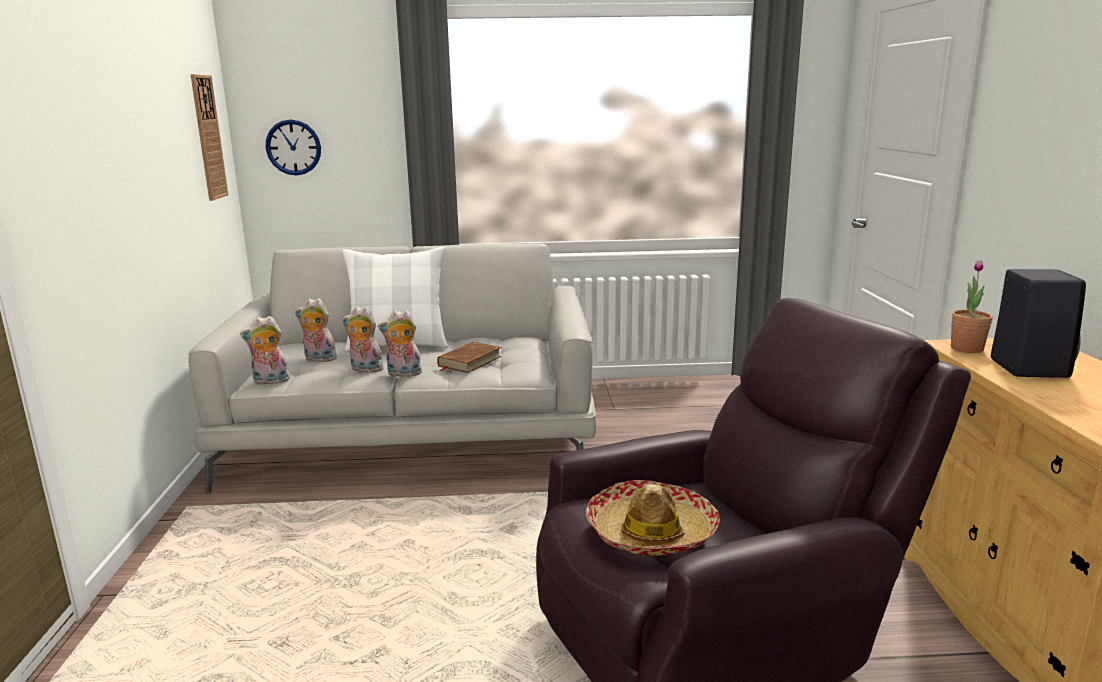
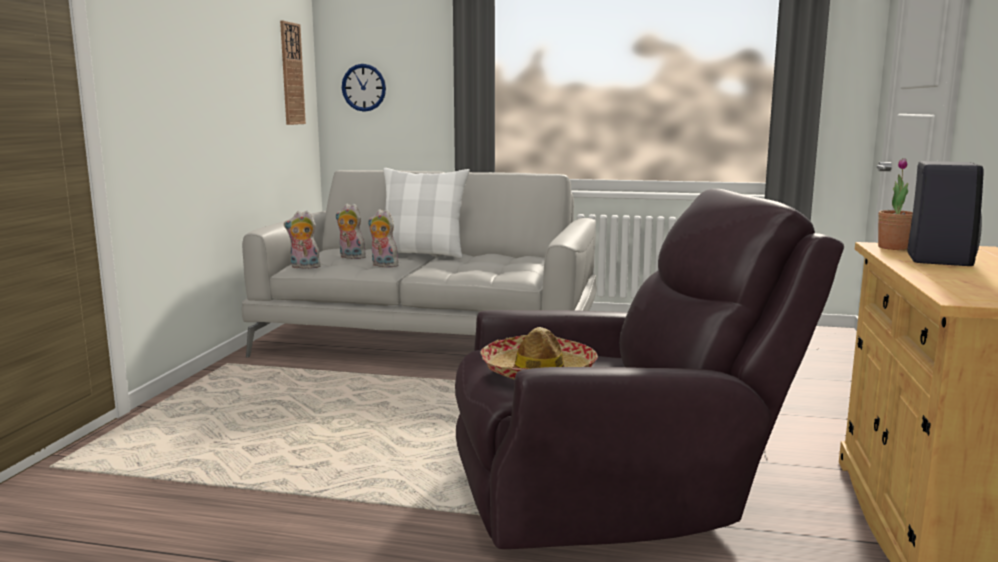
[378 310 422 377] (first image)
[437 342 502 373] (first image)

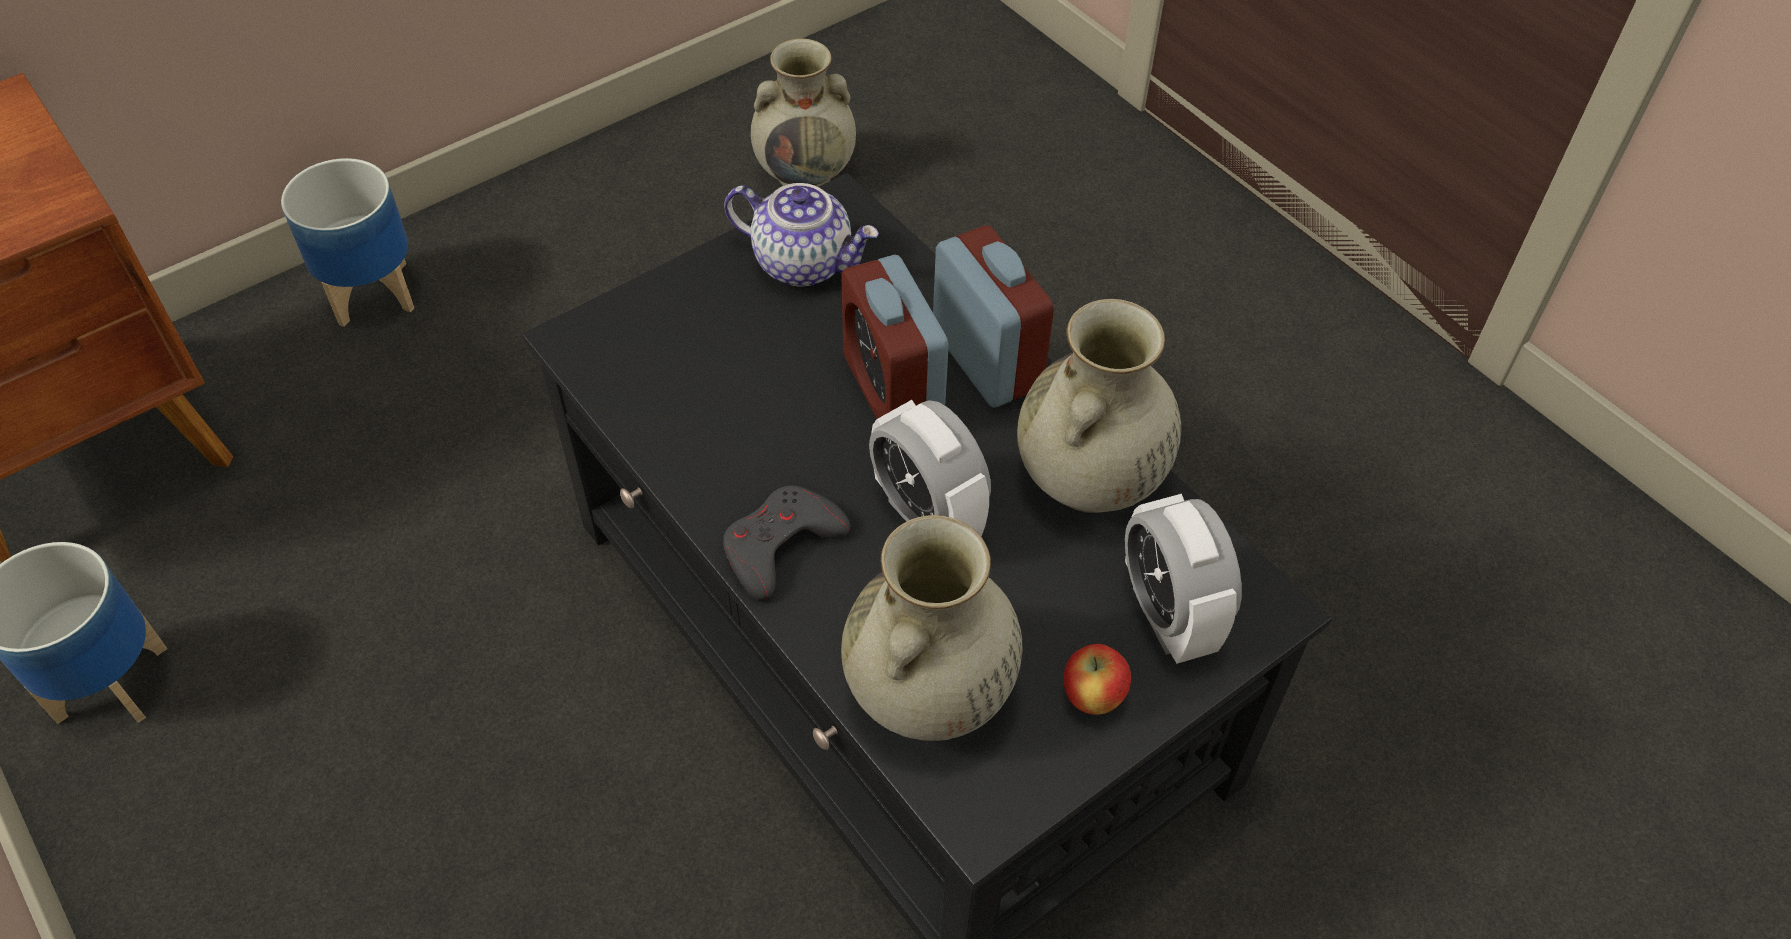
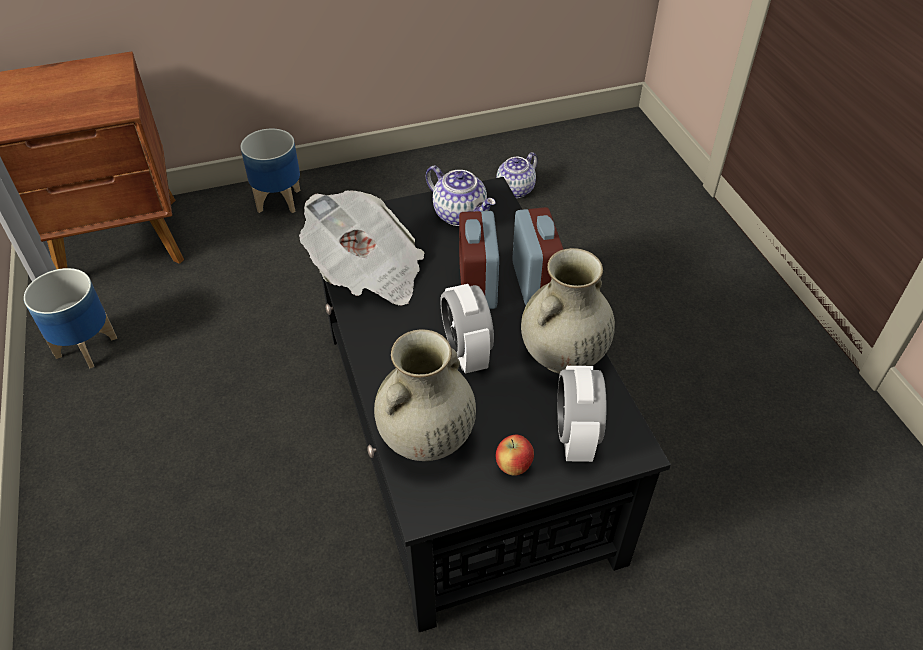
[496 152 538 198]
[723 485 850 600] (first image)
[299 190 424 306]

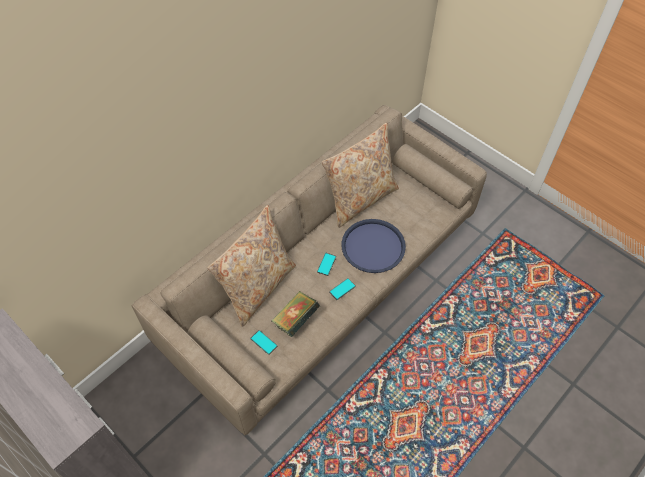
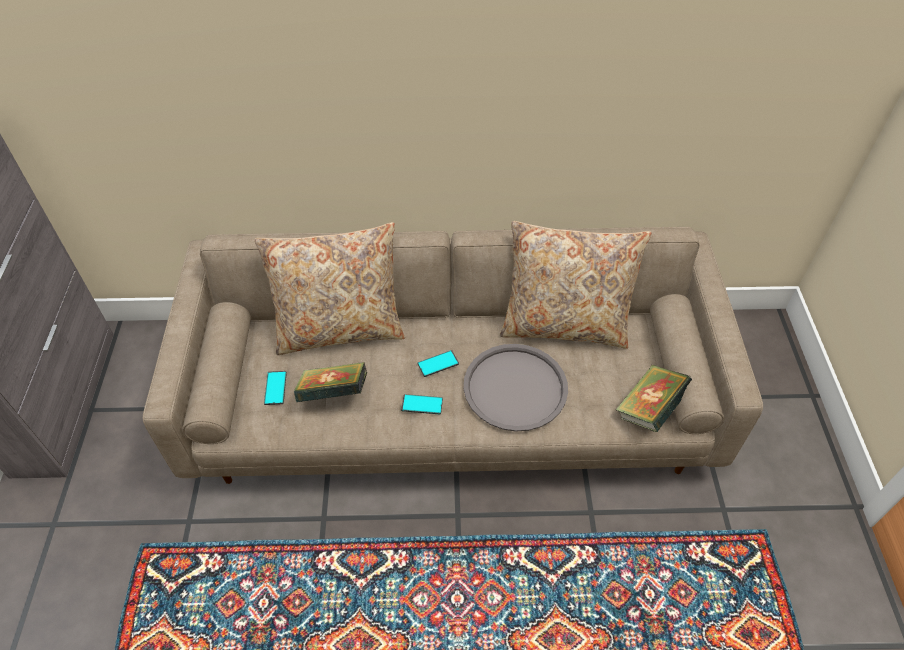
[464 344 568 432]
[616 365 692 432]

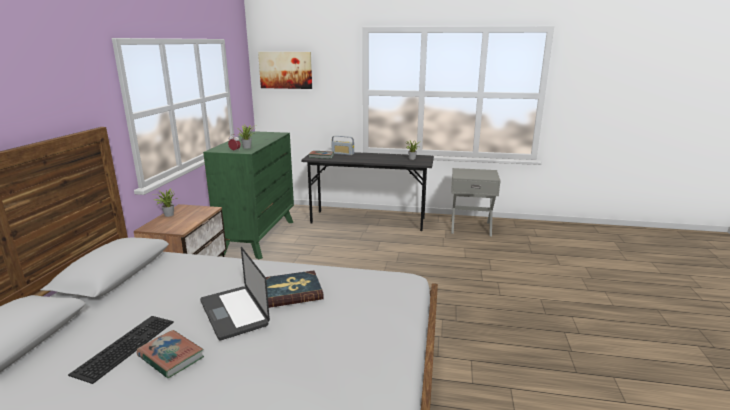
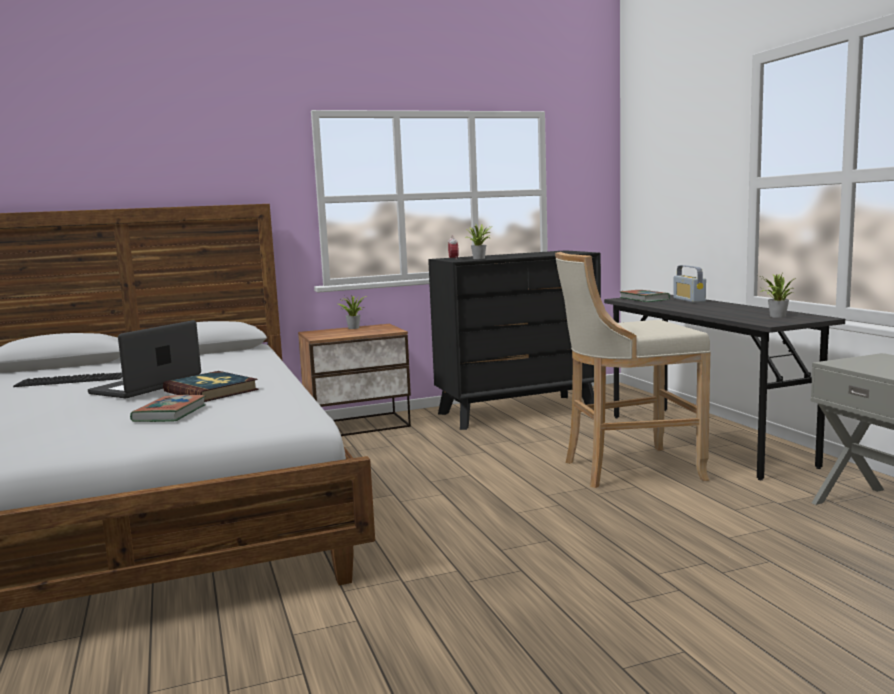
[258 52 312 89] (first image)
[428 250 601 430]
[130 395 206 422]
[555 252 711 488]

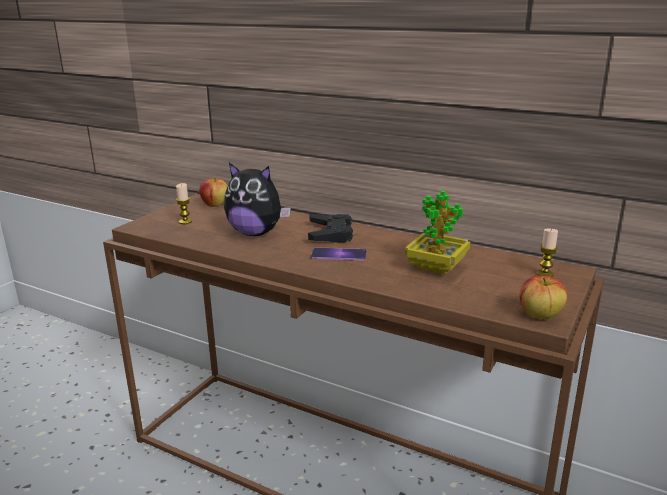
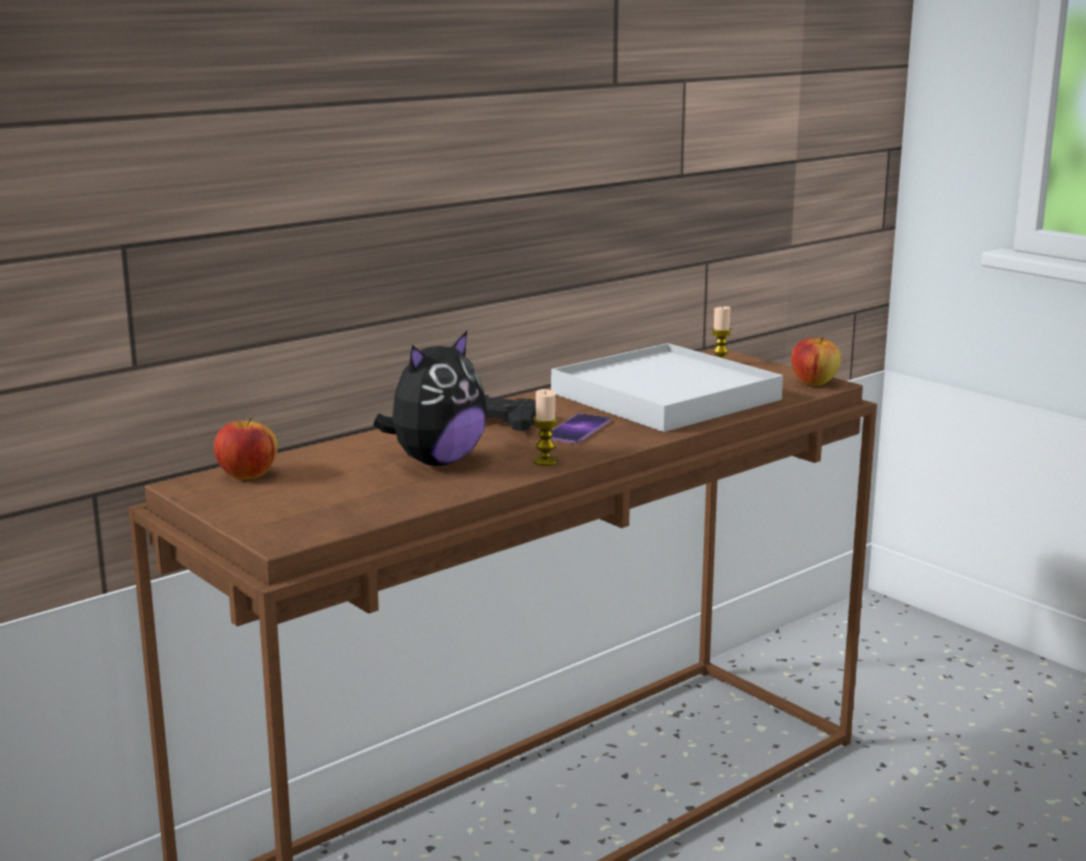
[533 389 558 466]
[551 343 783 432]

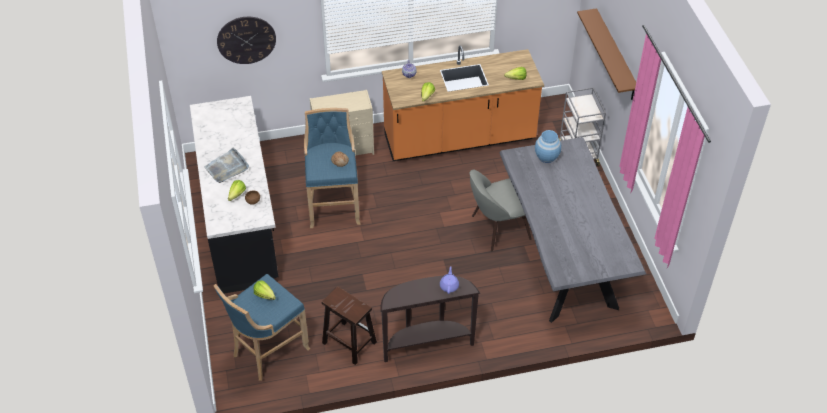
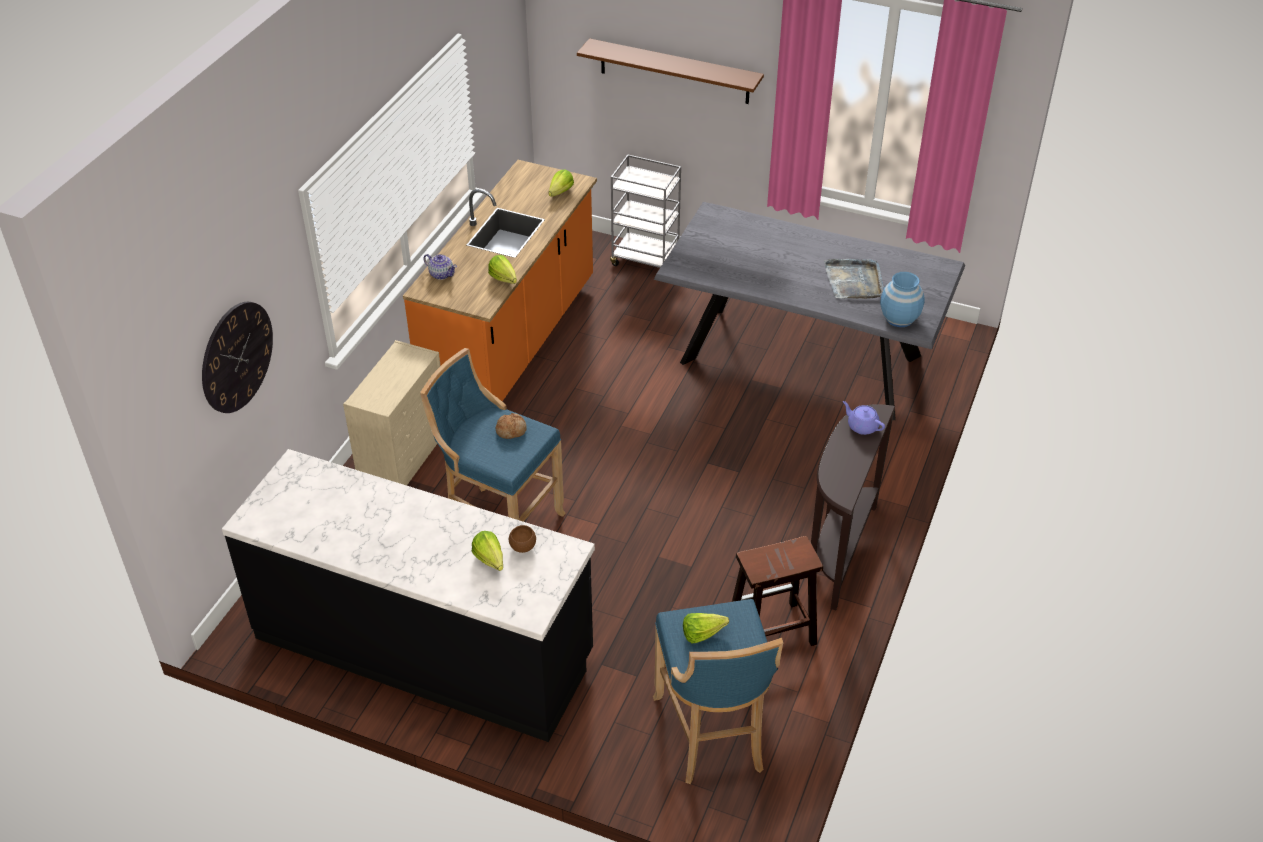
[880 272 925 327]
[824 259 884 299]
[470 170 531 251] (first image)

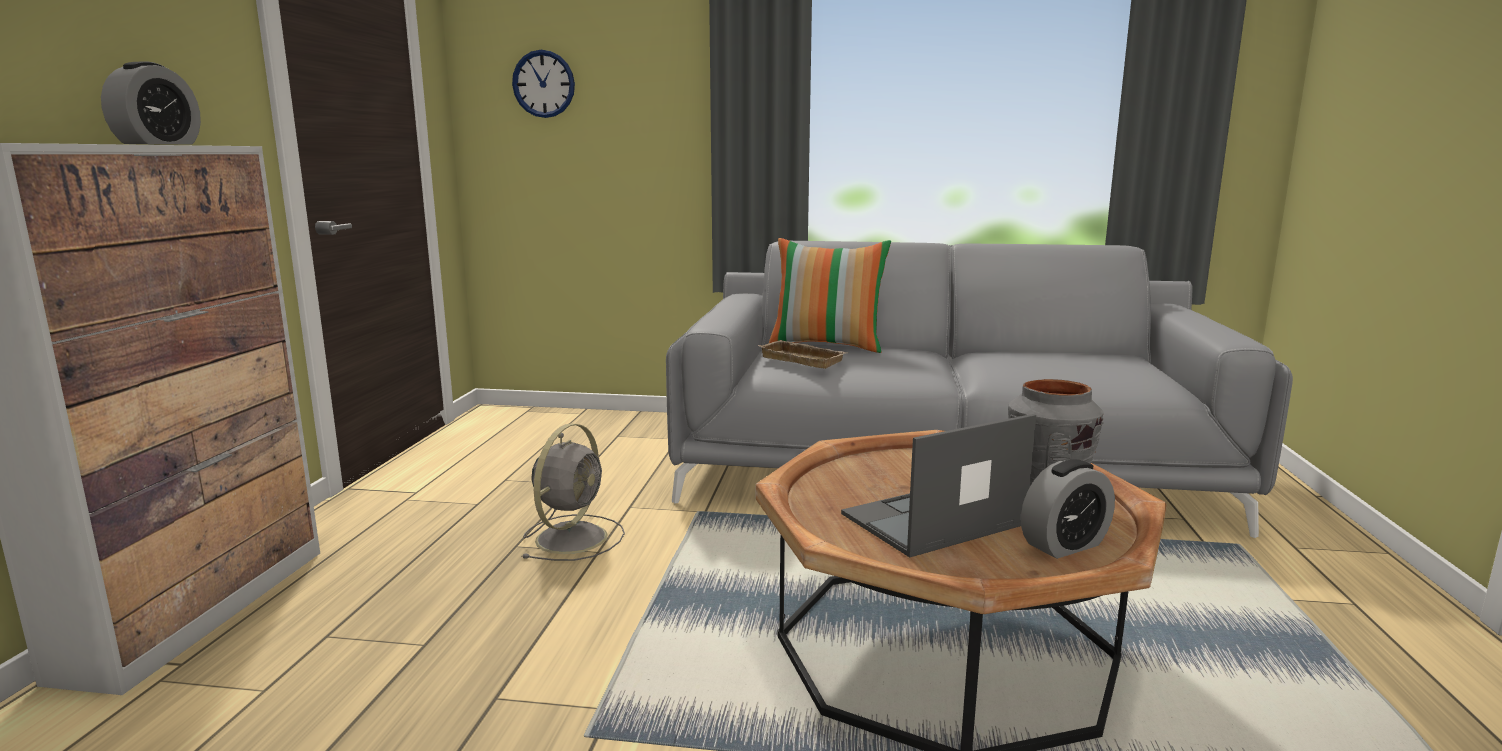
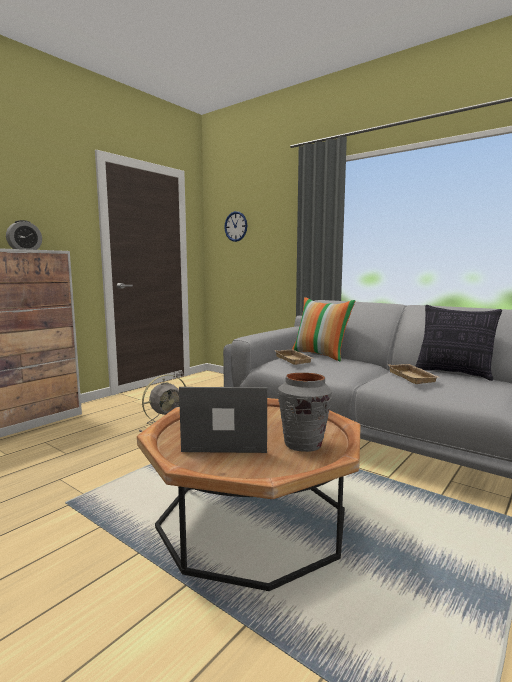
[1021 459 1115 559] (first image)
[415 305 502 381]
[387 364 441 384]

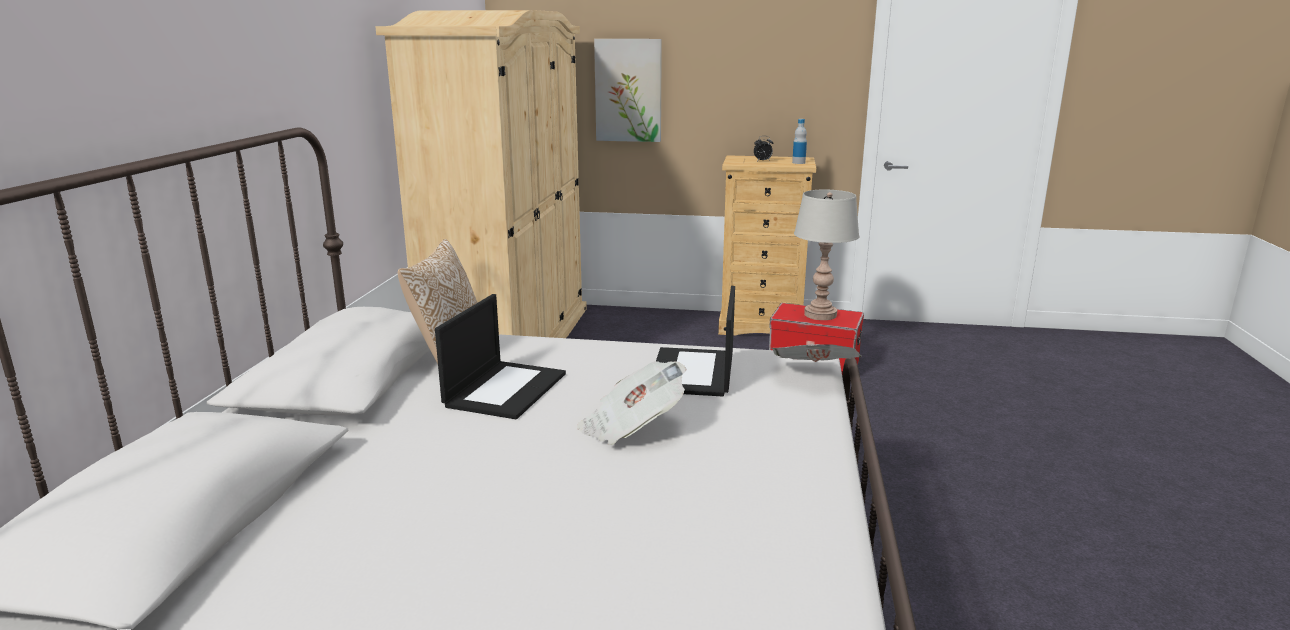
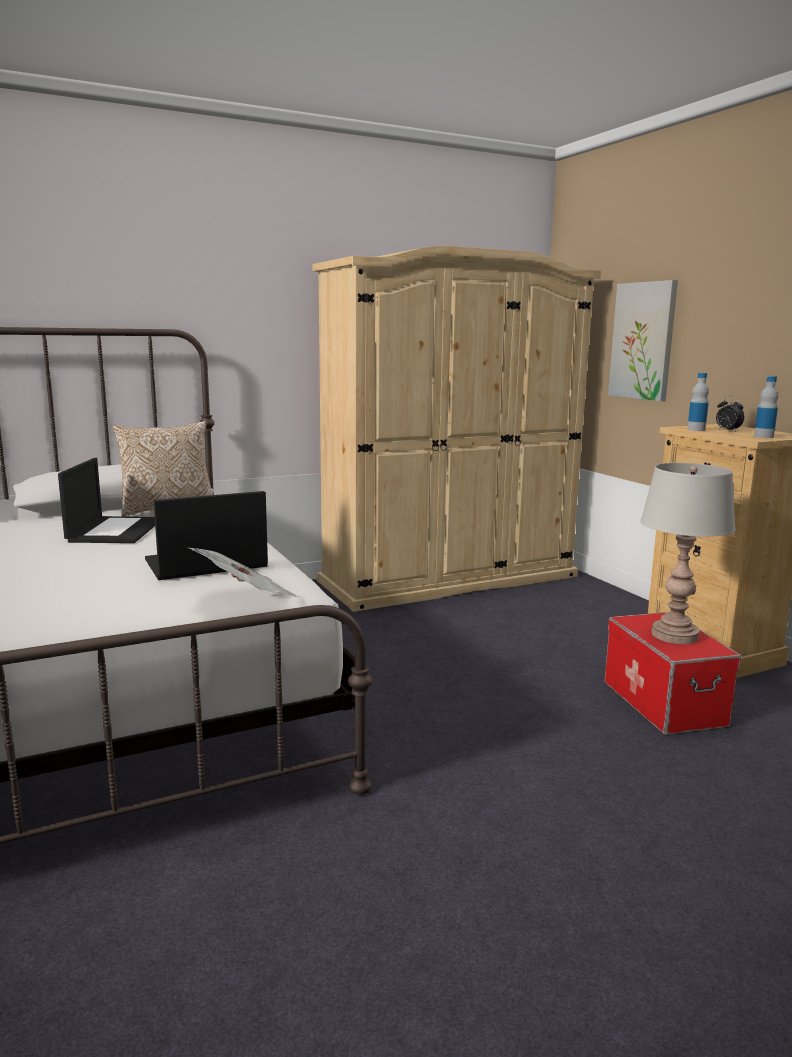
[58 458 155 543]
[577 361 687 445] (first image)
[687 373 709 431]

